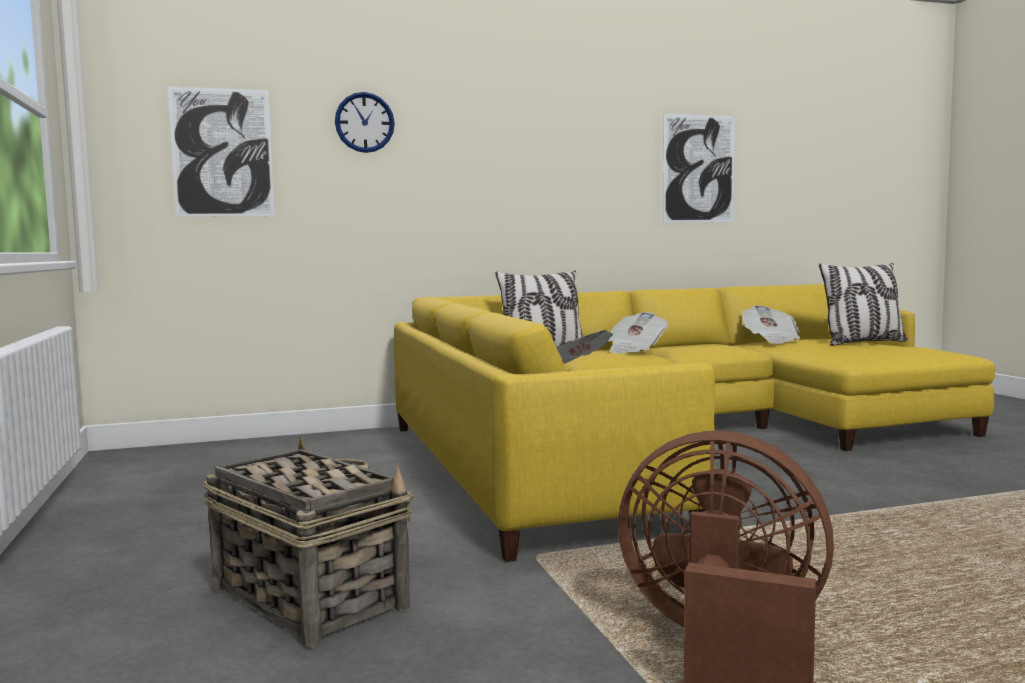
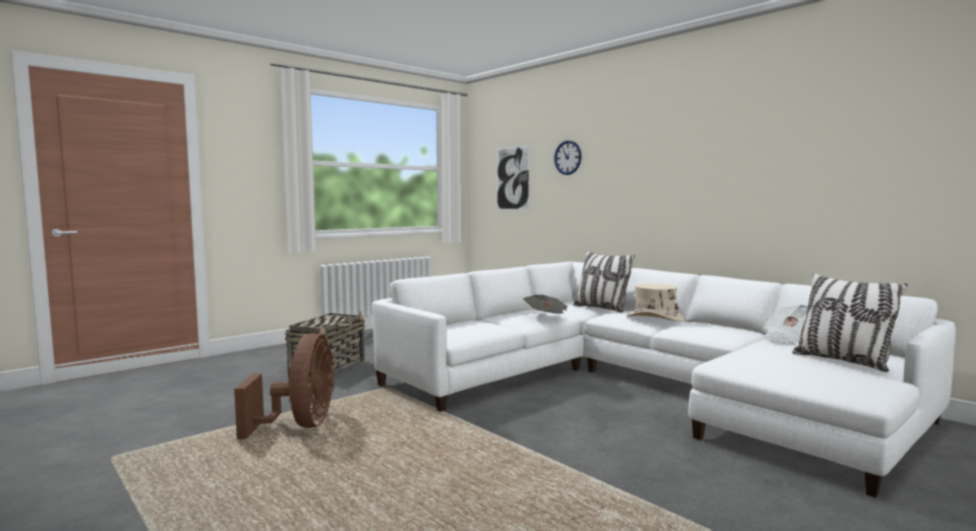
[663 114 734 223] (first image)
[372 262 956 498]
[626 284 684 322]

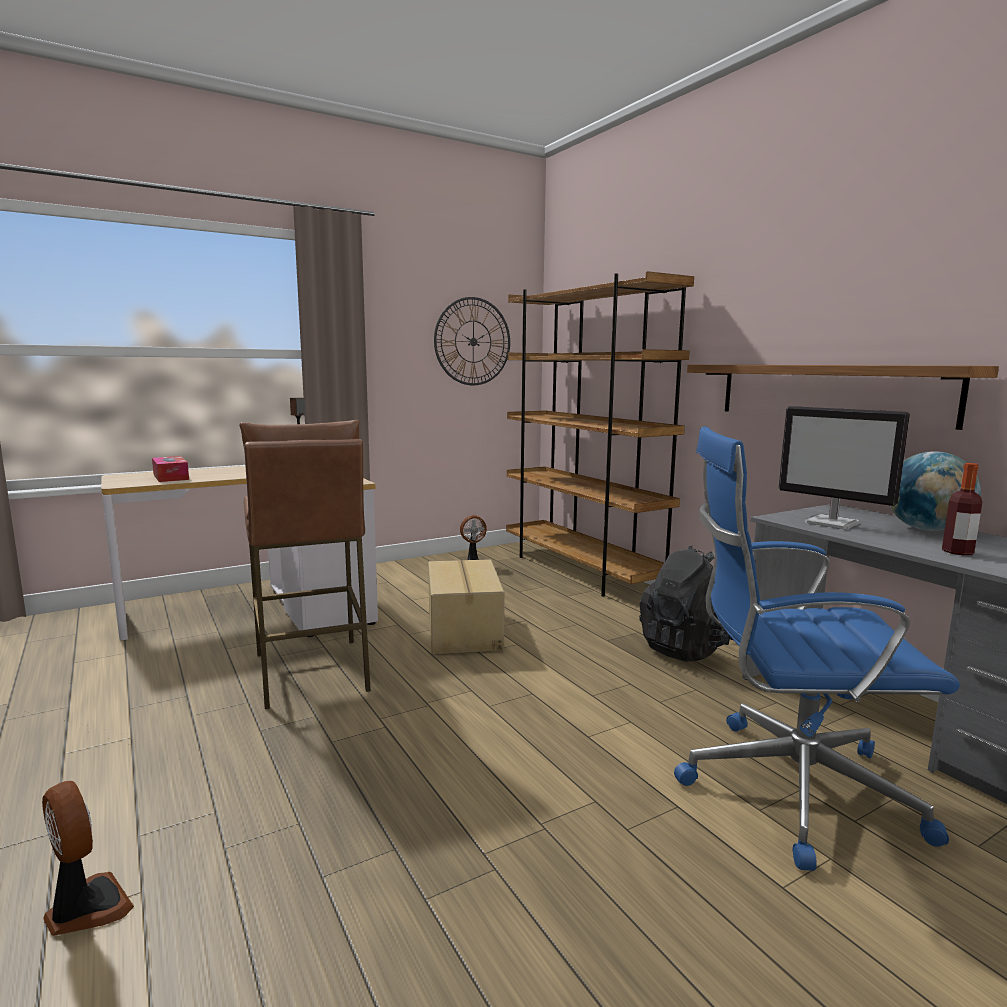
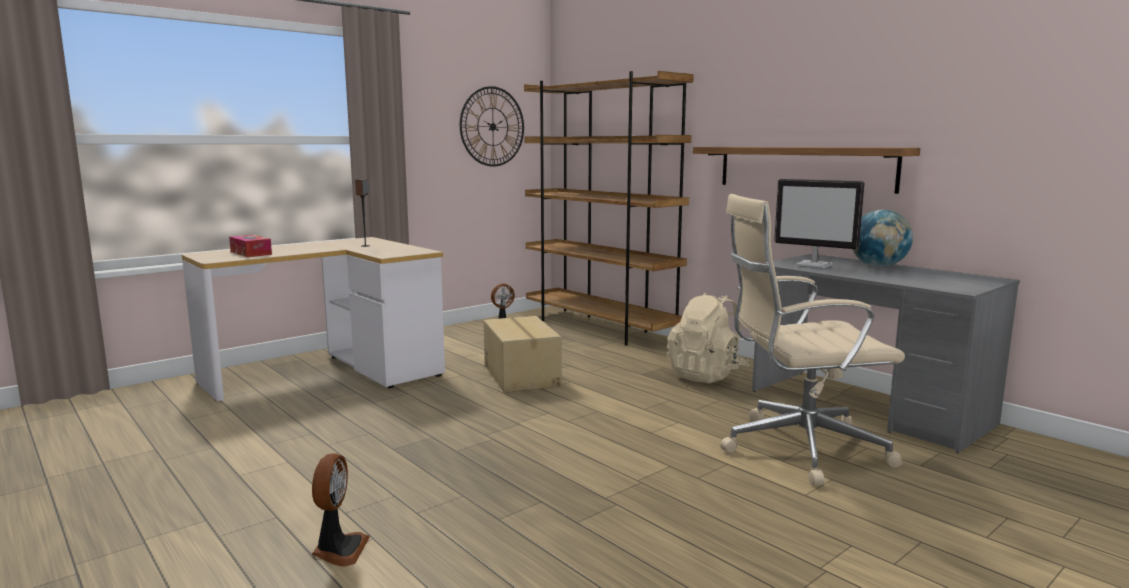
[239 420 371 709] (first image)
[721 194 905 485]
[942 463 982 555] (first image)
[667 293 751 383]
[312 453 370 567]

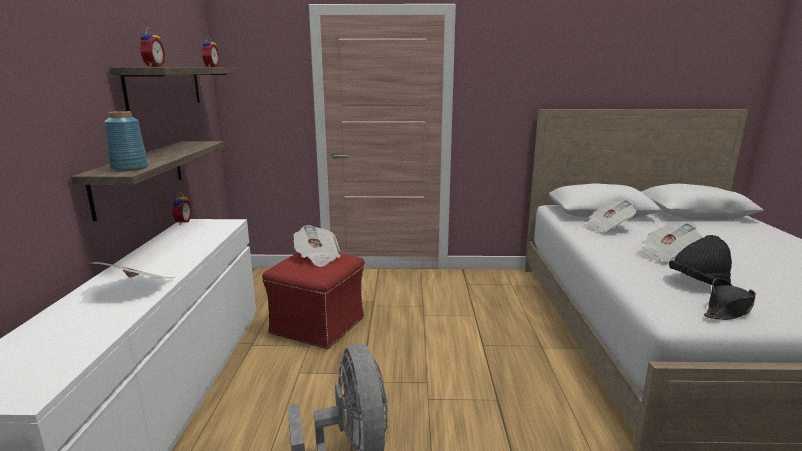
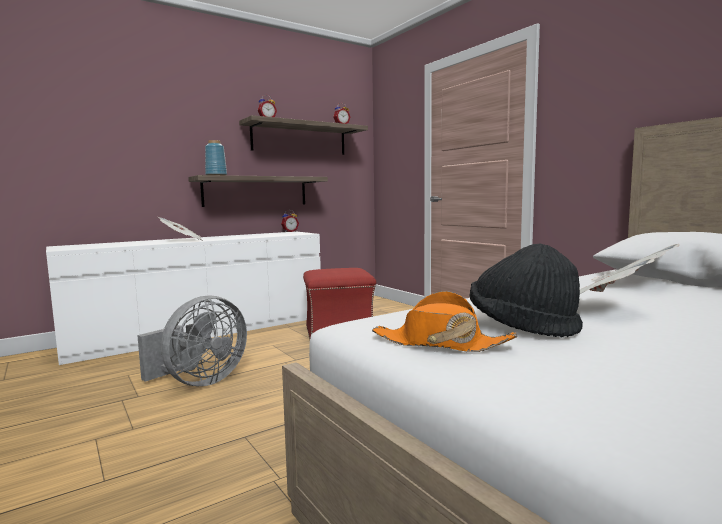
[293 225 341 267] (first image)
[372 291 517 352]

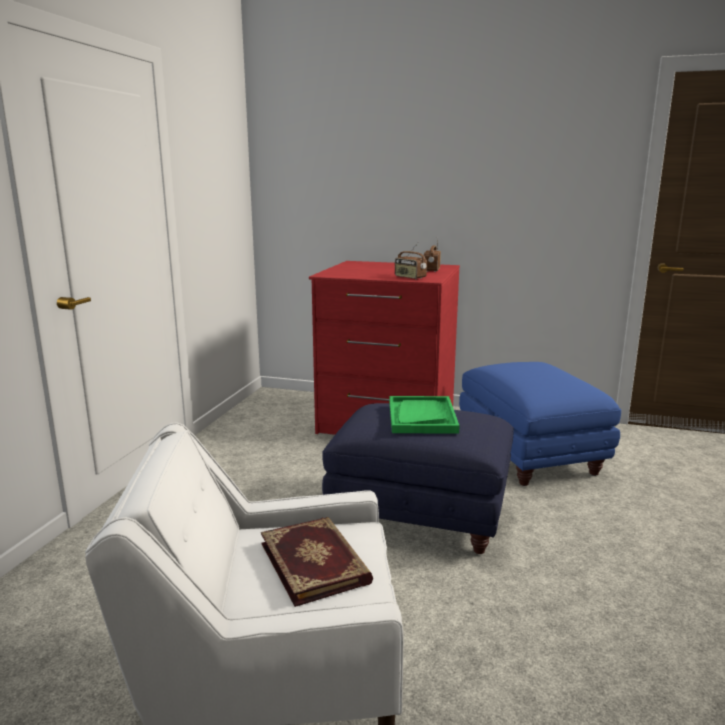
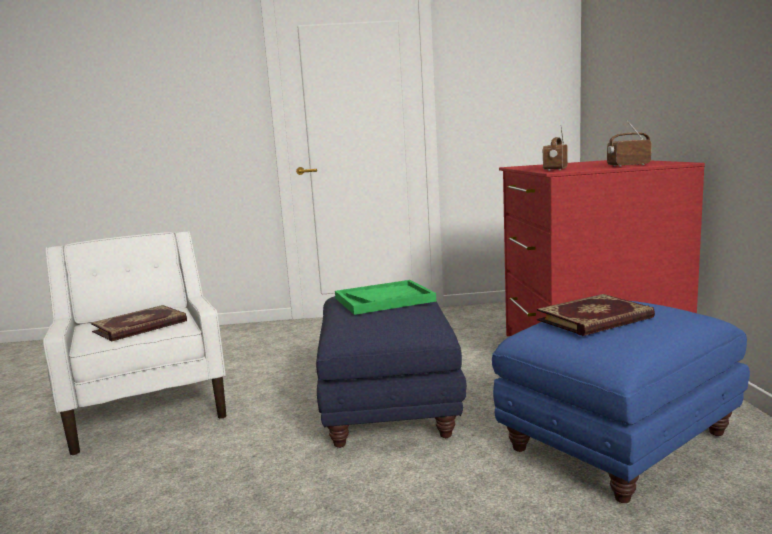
[537 294 655 336]

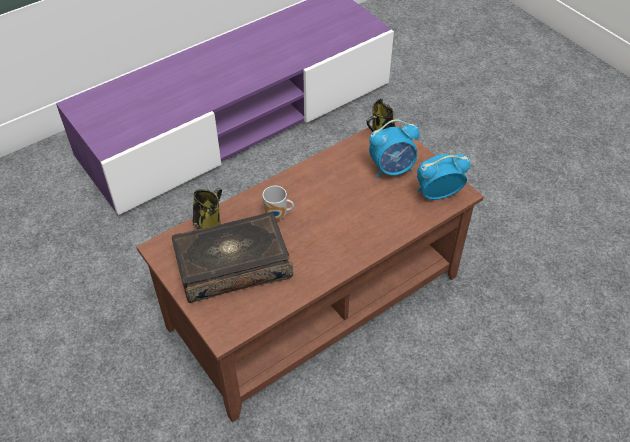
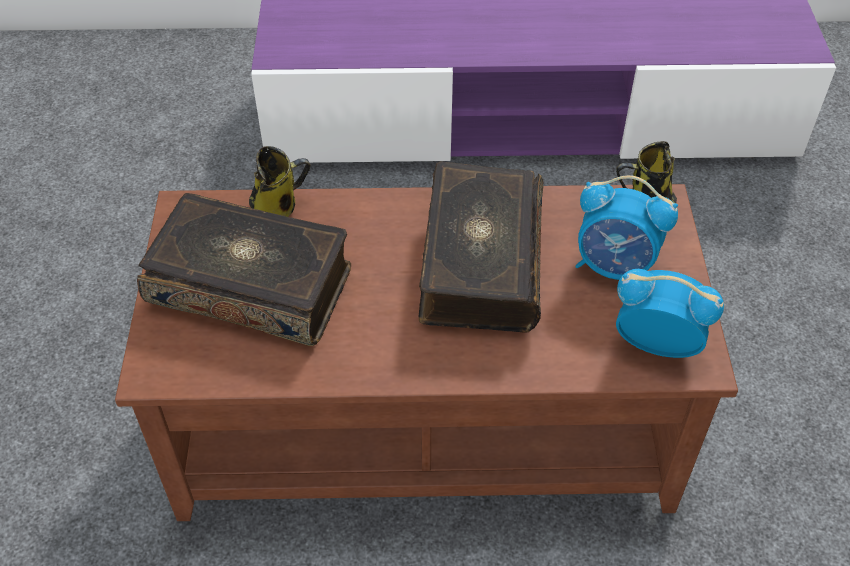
[263 186 294 220] (first image)
[419 161 544 333]

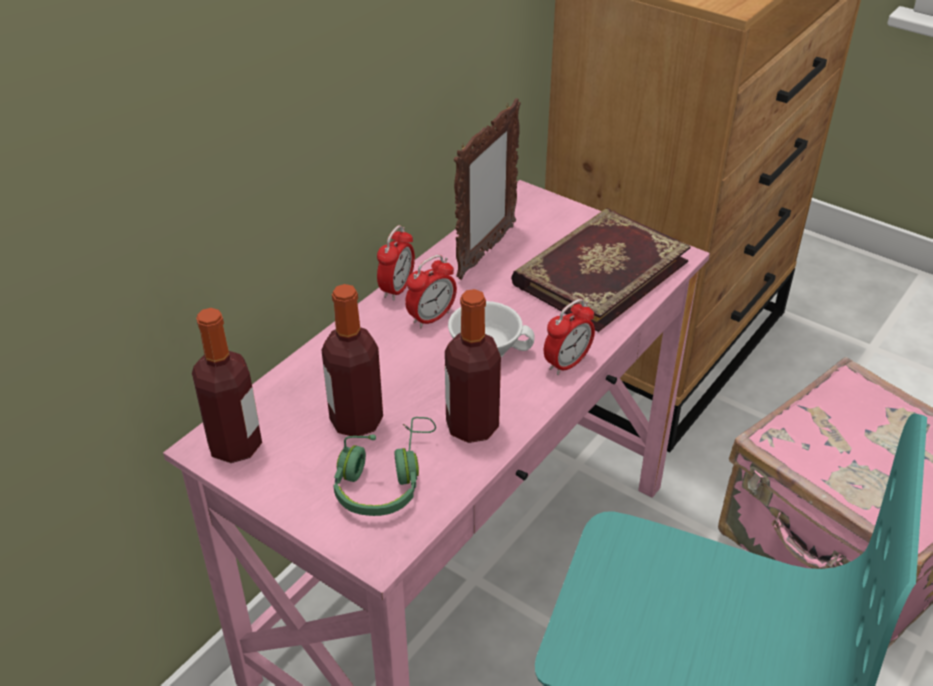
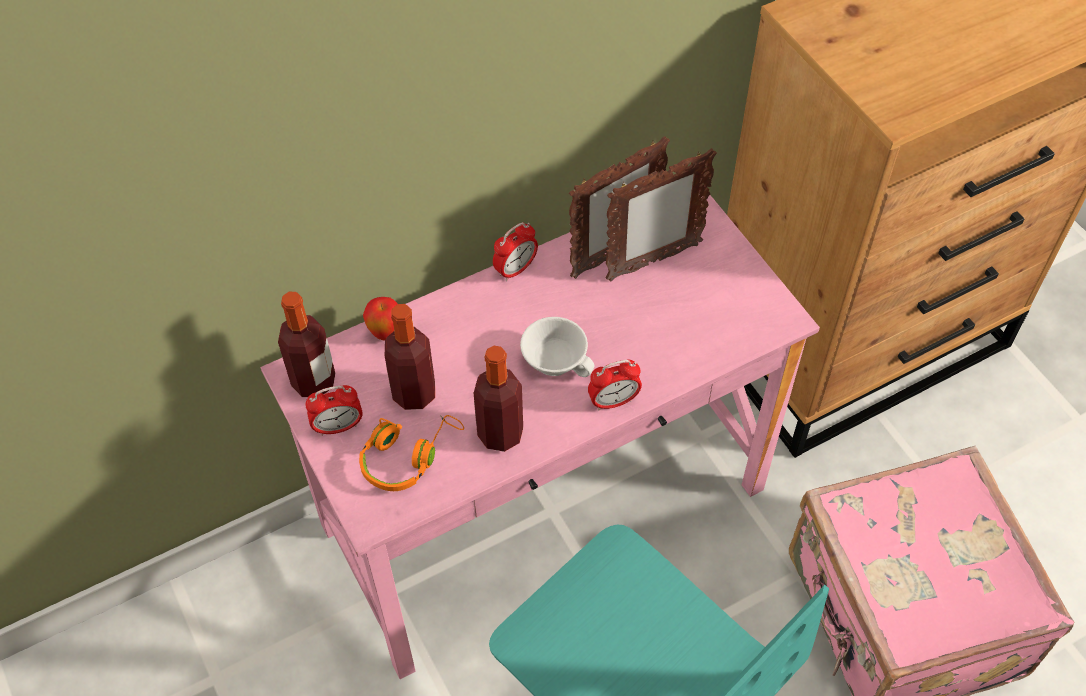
[511 208 691 332] (first image)
[305 385 363 436]
[359 415 464 491]
[605 148 717 282]
[363 297 398 341]

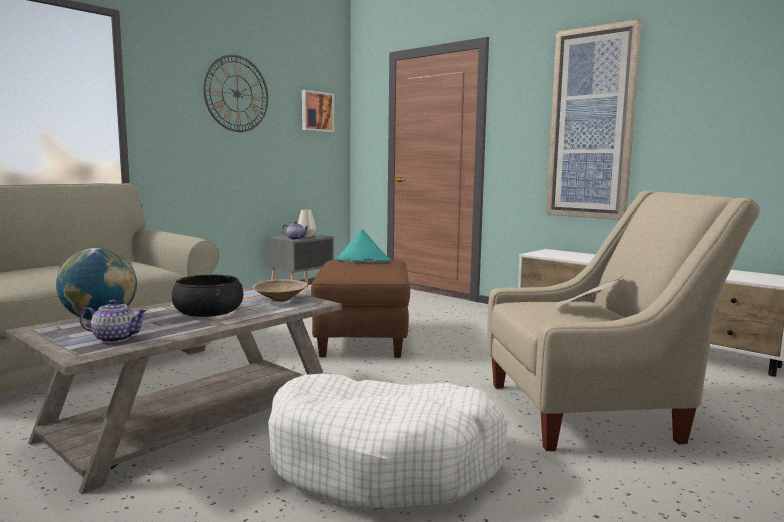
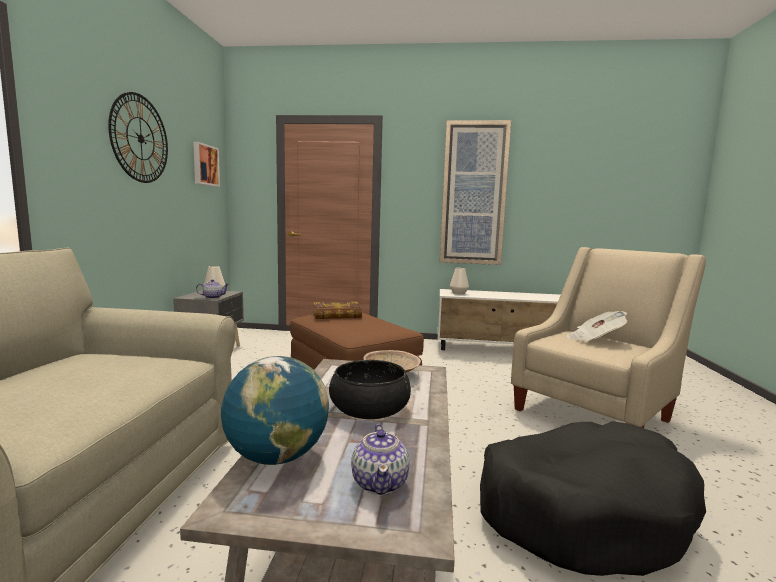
[313 302 362 319]
[351 424 410 495]
[480 421 706 576]
[450 268 469 294]

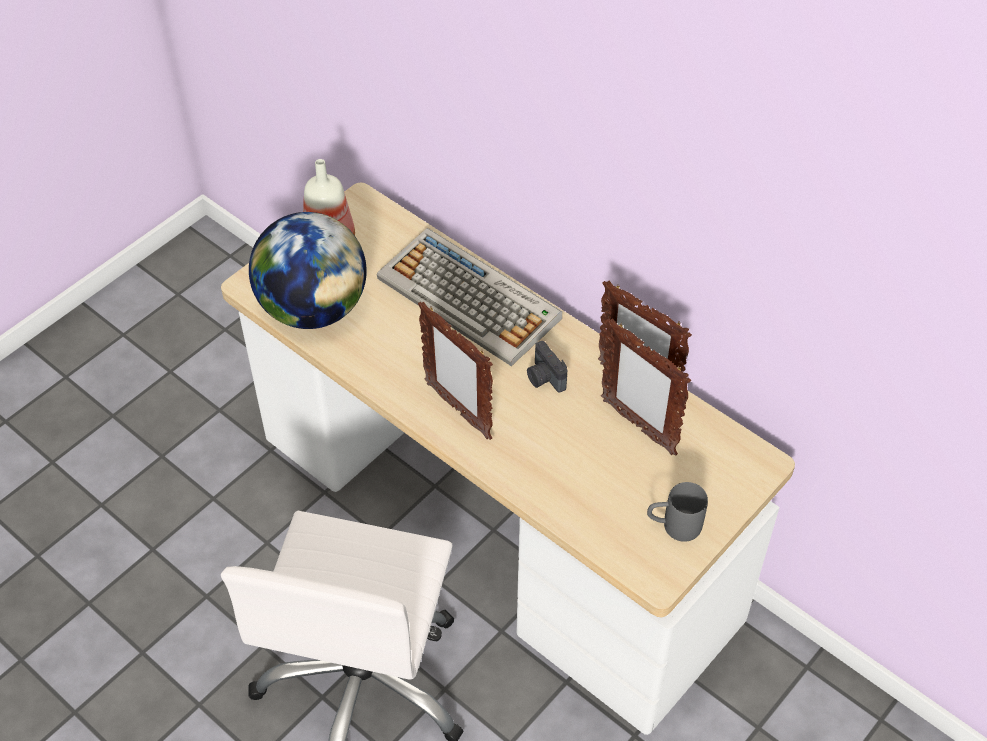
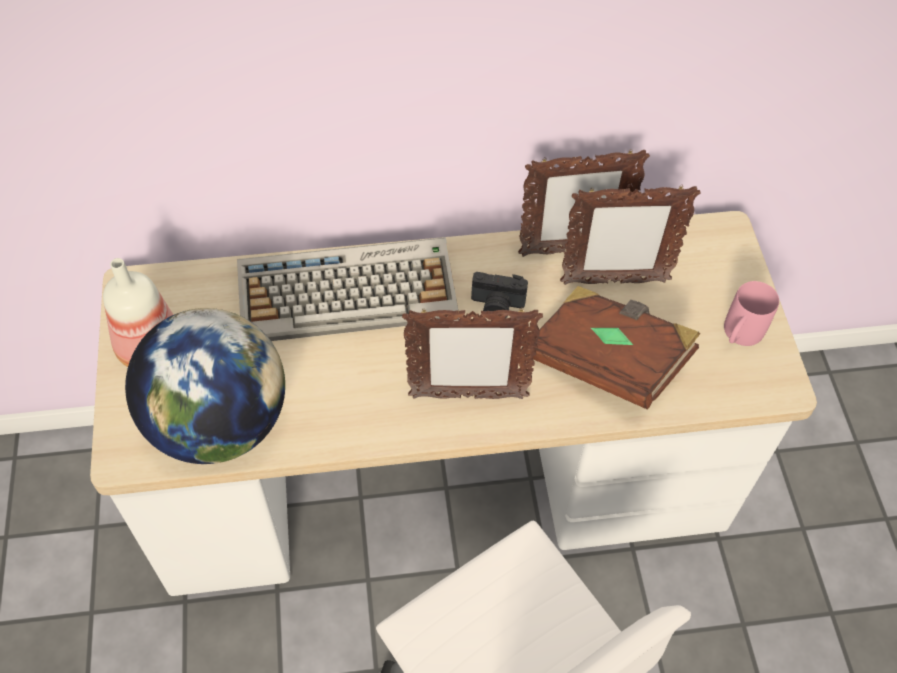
[724 281 779 346]
[533 286 700 409]

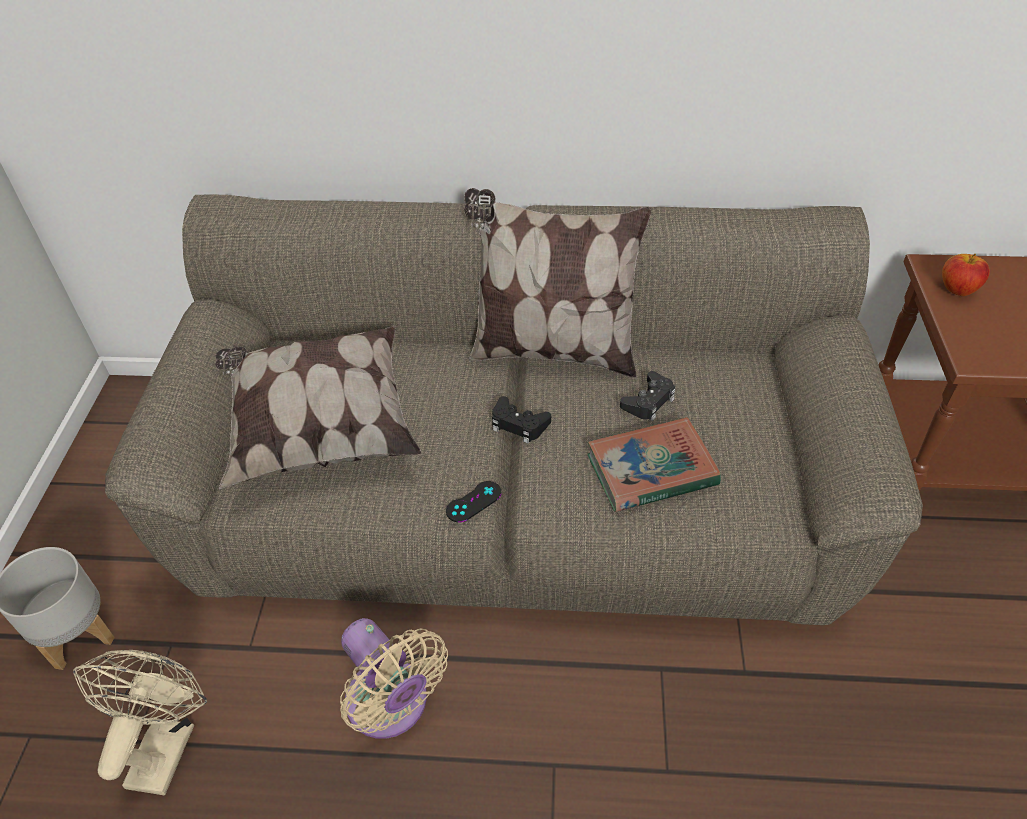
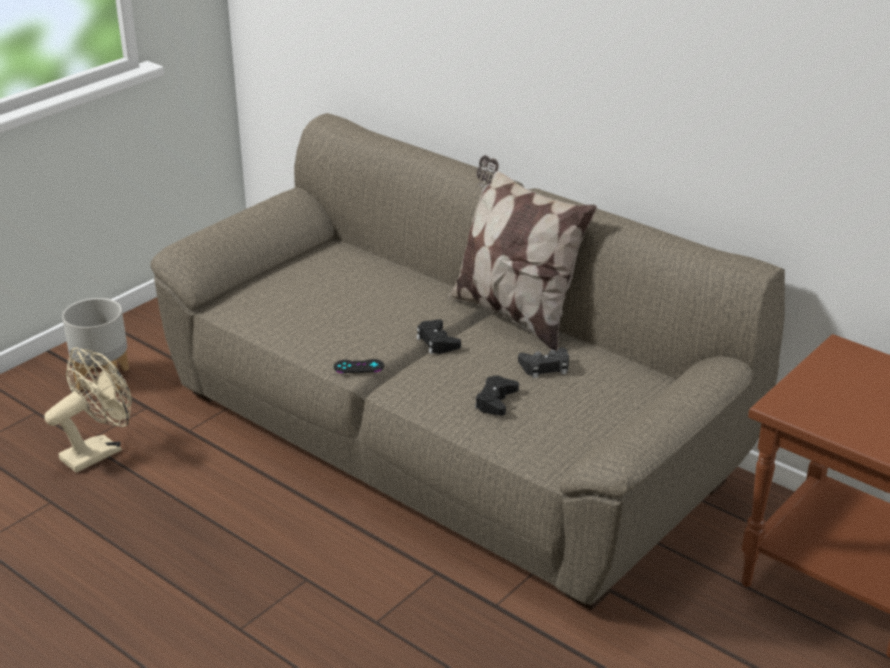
[942 254 990 296] (first image)
[215 326 421 489] (first image)
[475 376 519 416]
[340 618 448 739] (first image)

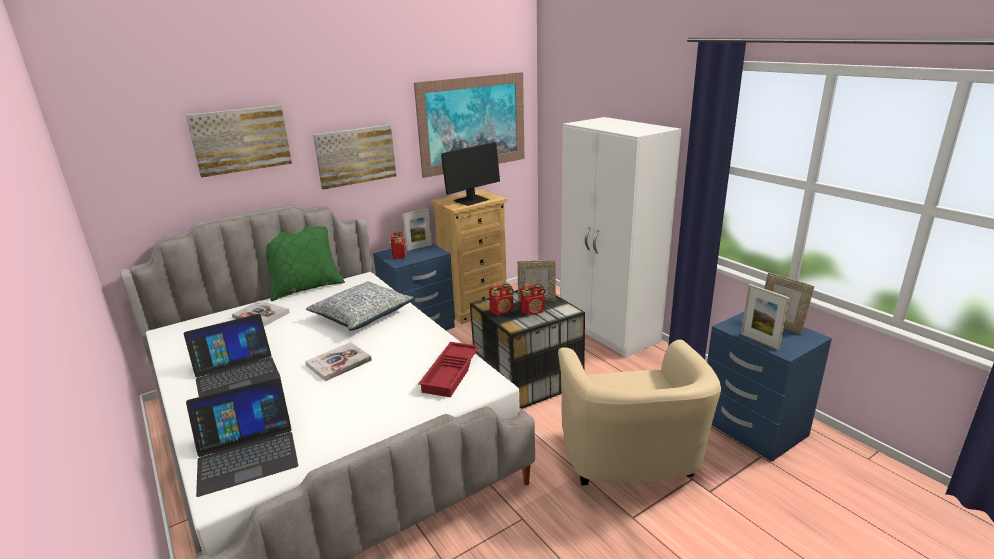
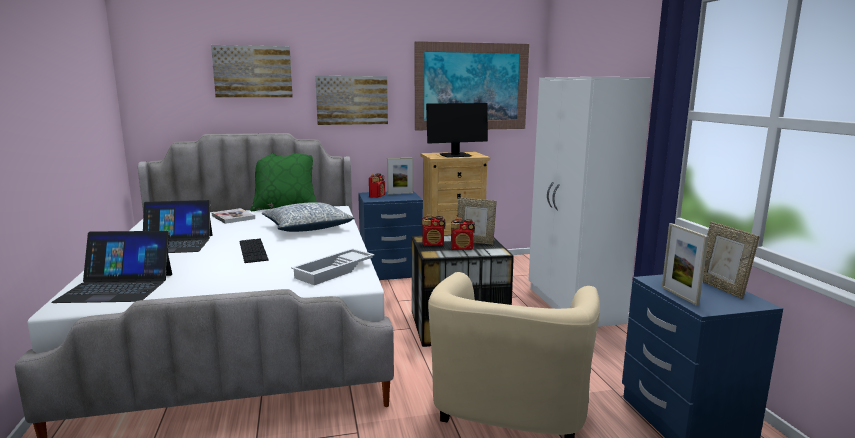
[239 239 268 263]
[291 248 375 285]

